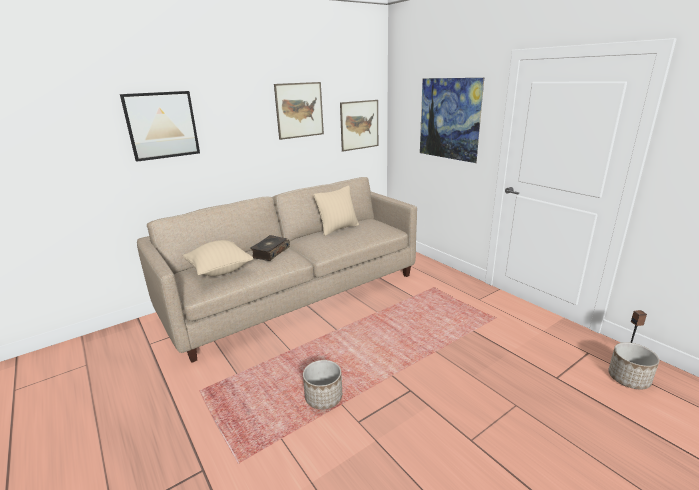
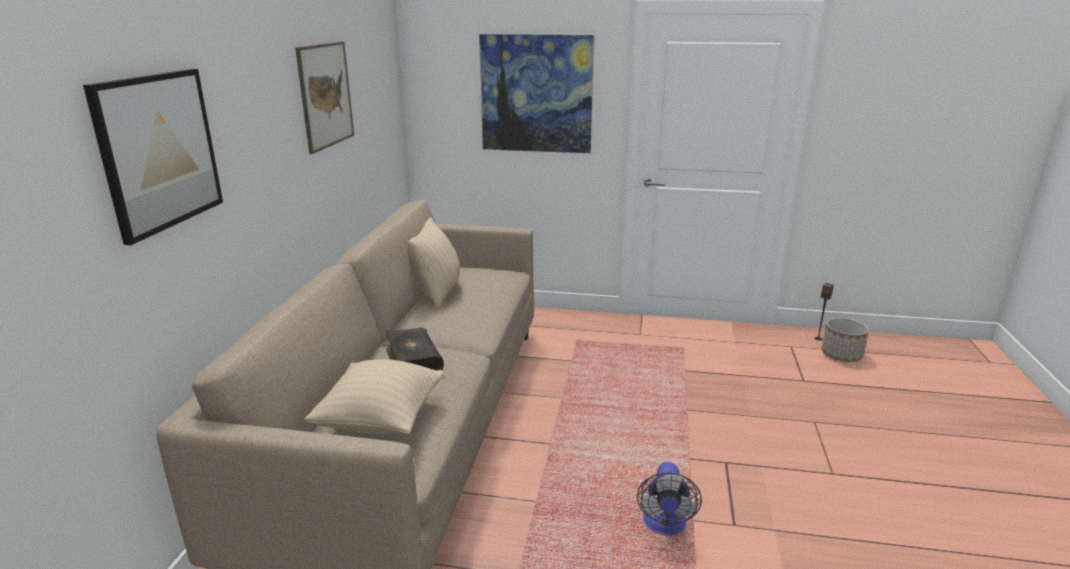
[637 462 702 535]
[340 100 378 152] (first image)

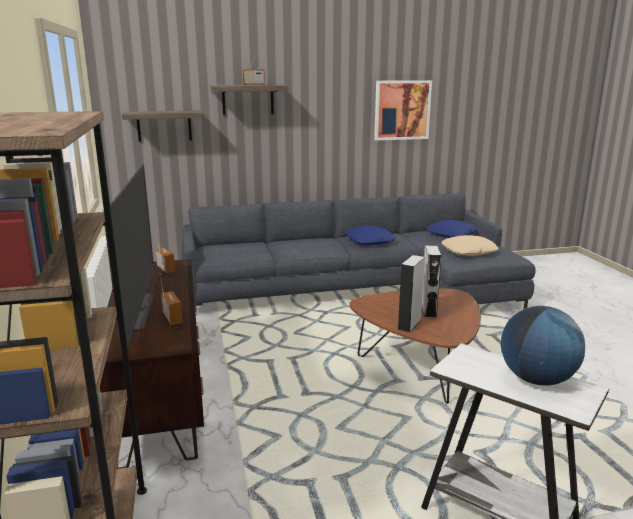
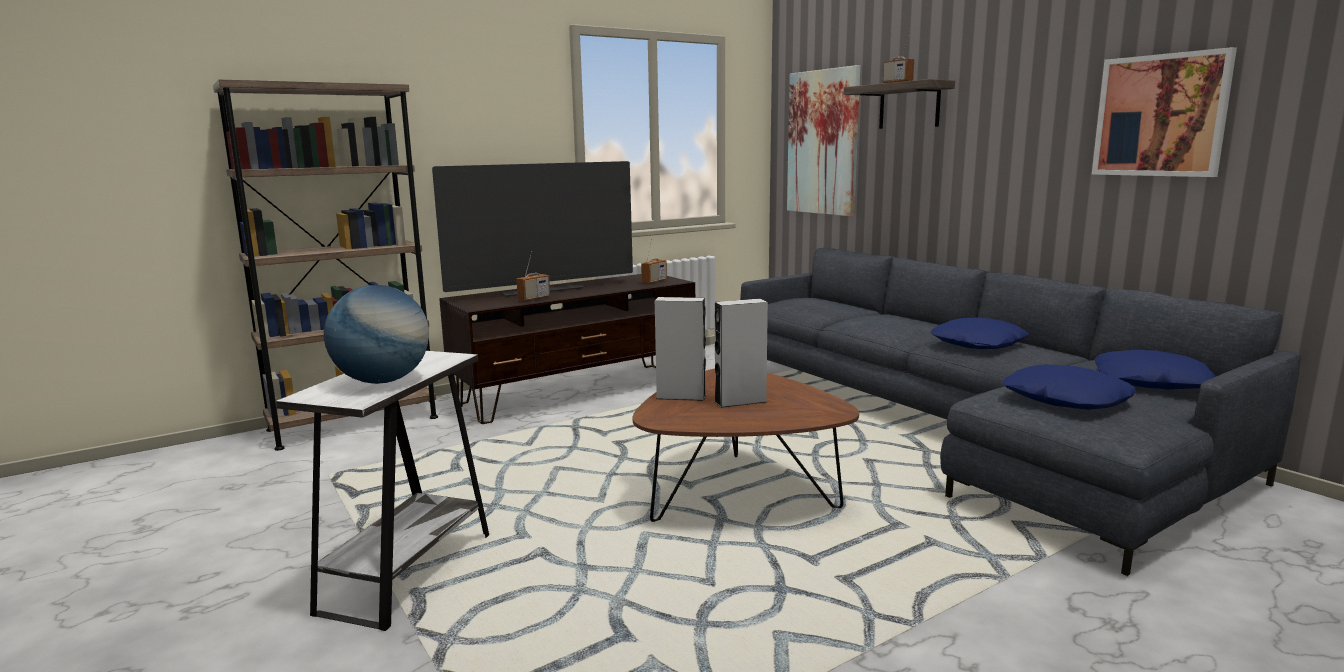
[787 65 860 216]
[1003 364 1136 410]

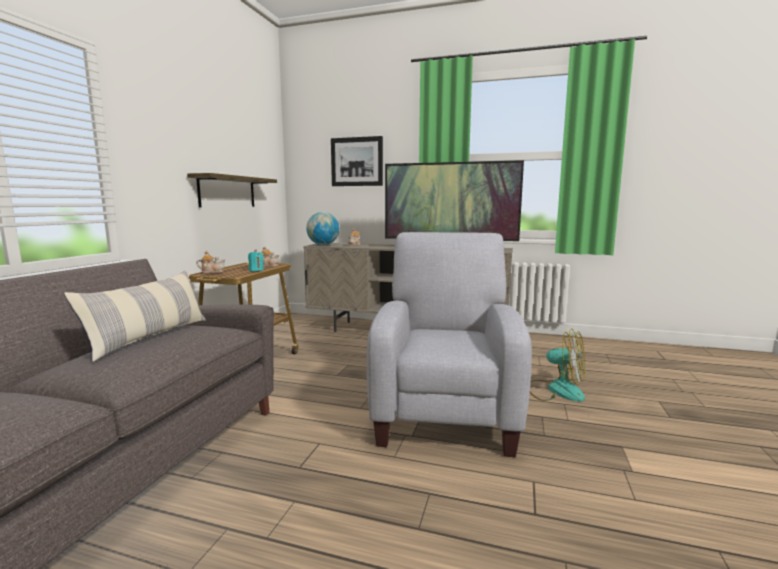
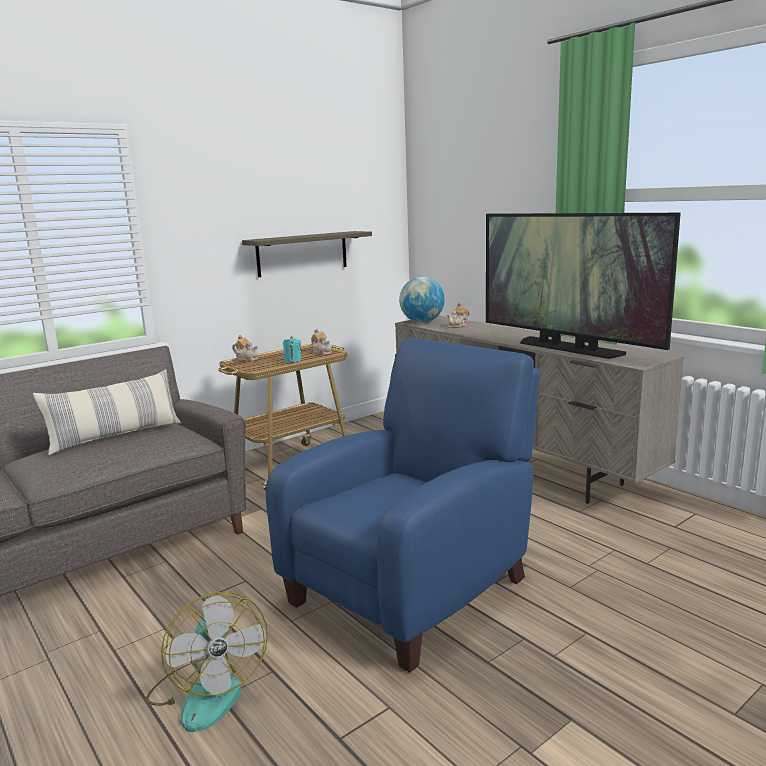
[331 136 383 186] (first image)
[266 338 540 673]
[146 592 268 732]

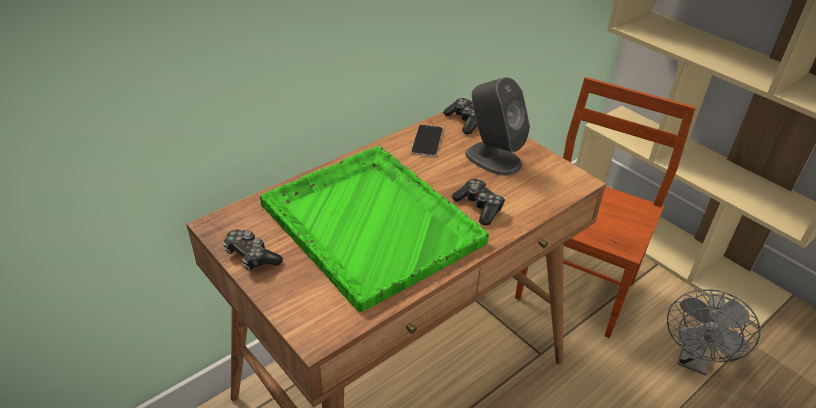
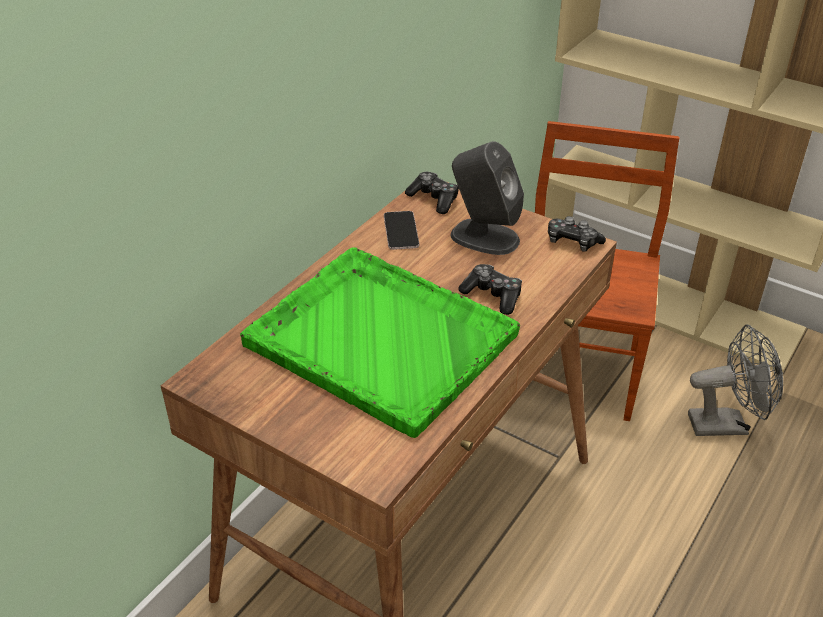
[548 216 606 252]
[688 324 783 436]

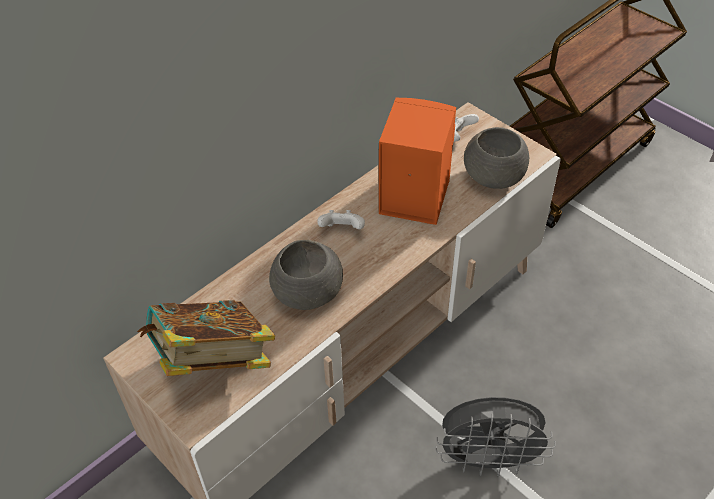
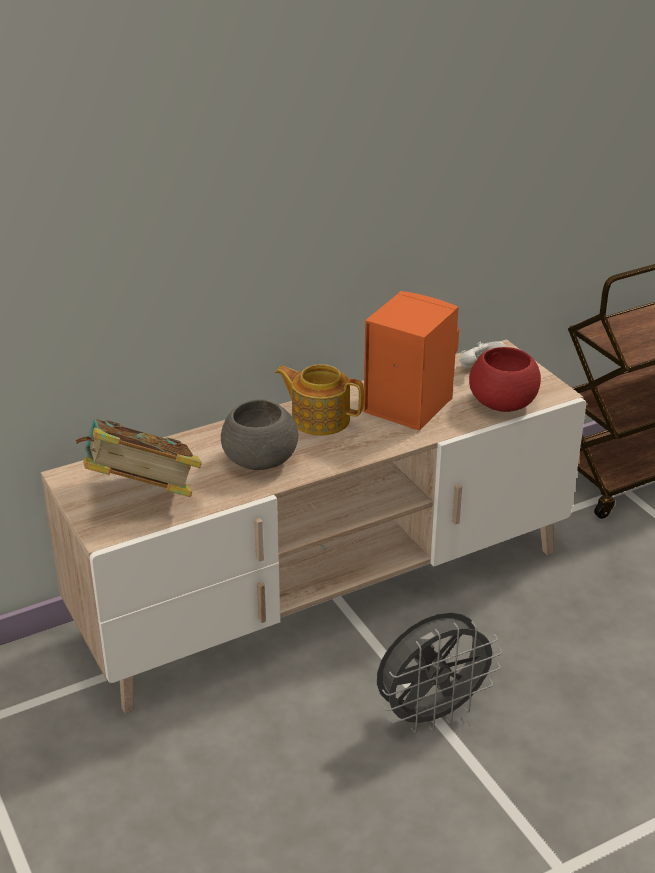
[275 364 364 436]
[377 612 502 733]
[469 347 541 412]

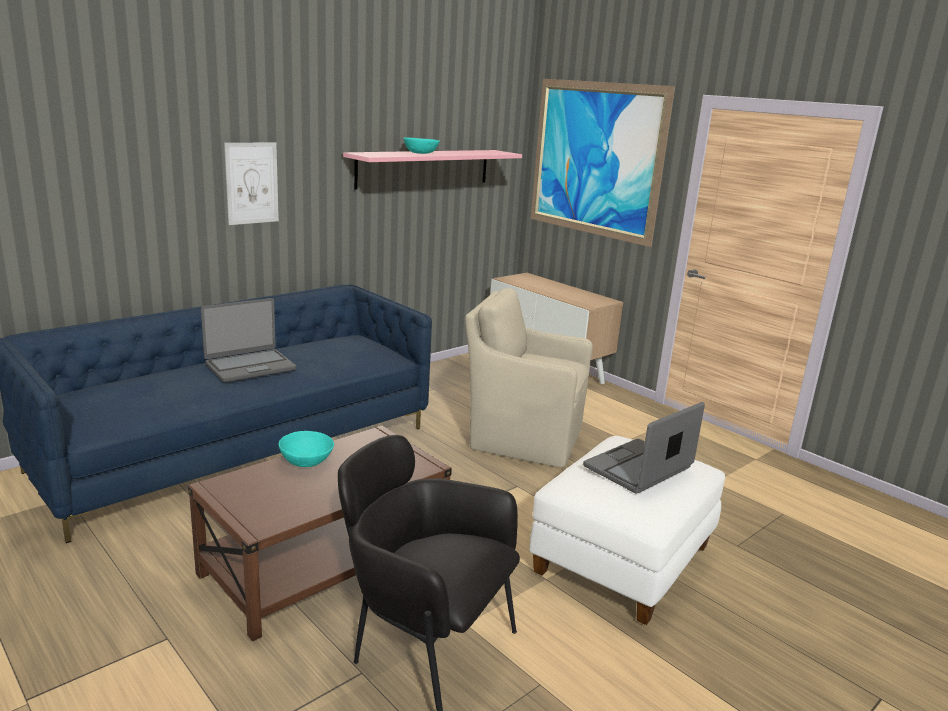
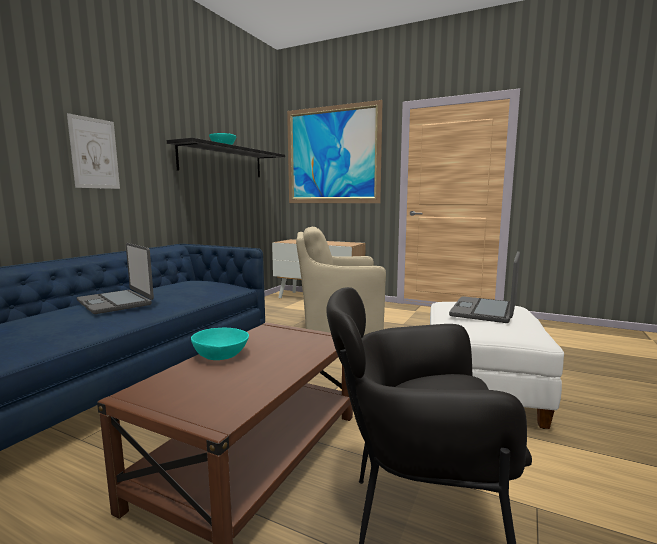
[77 243 154 314]
[167 138 285 177]

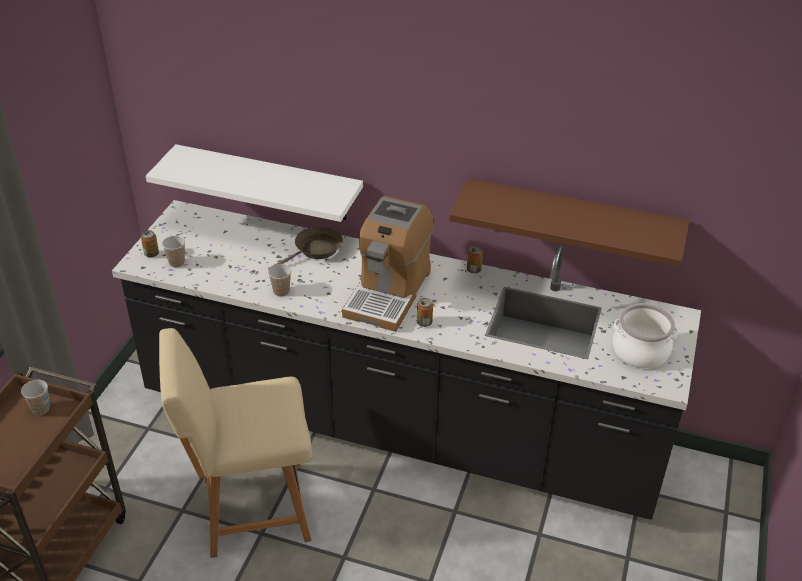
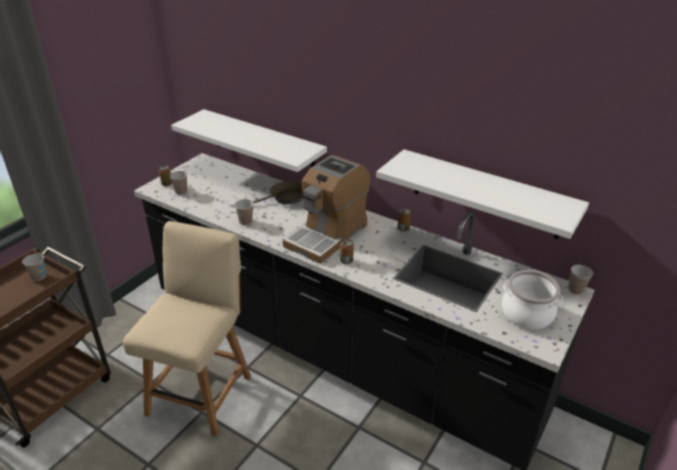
[123 221 251 437]
[376 149 589 239]
[569 265 593 295]

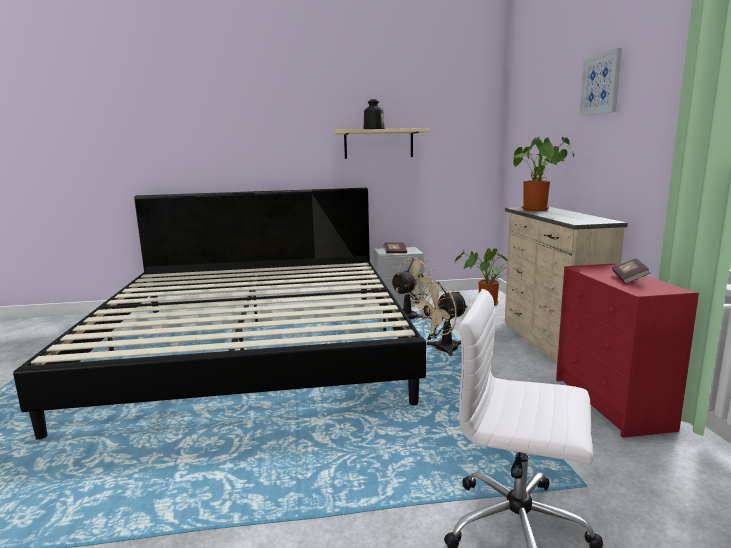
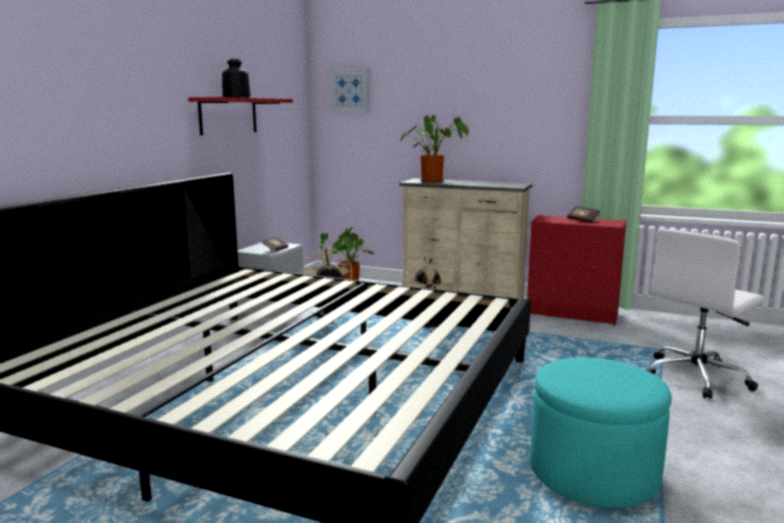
[188 97 293 135]
[329 68 370 113]
[530 357 672 508]

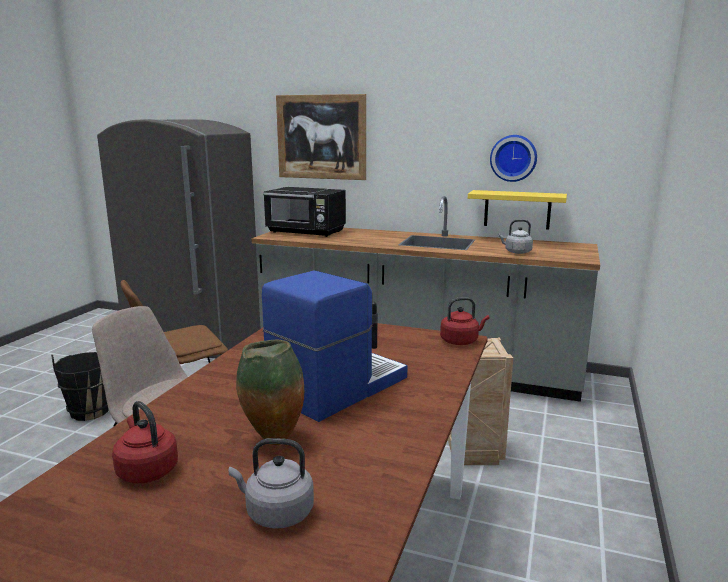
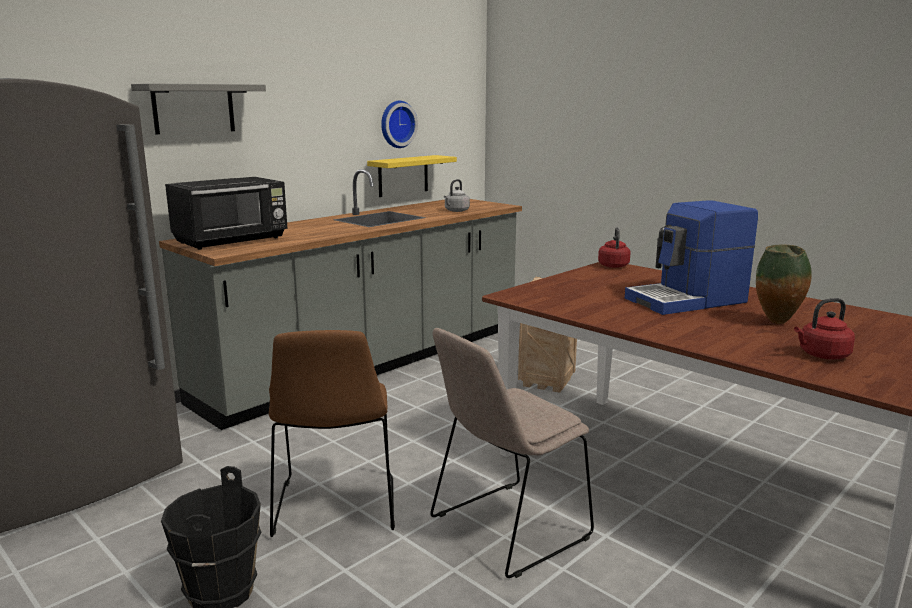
[229 438 314 528] (first image)
[625 200 758 315]
[131 83 266 134]

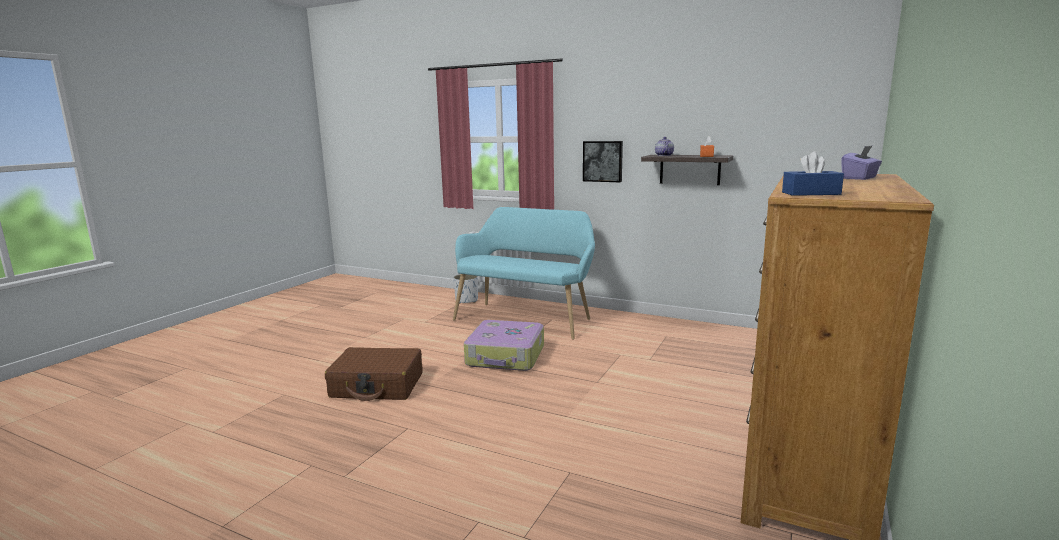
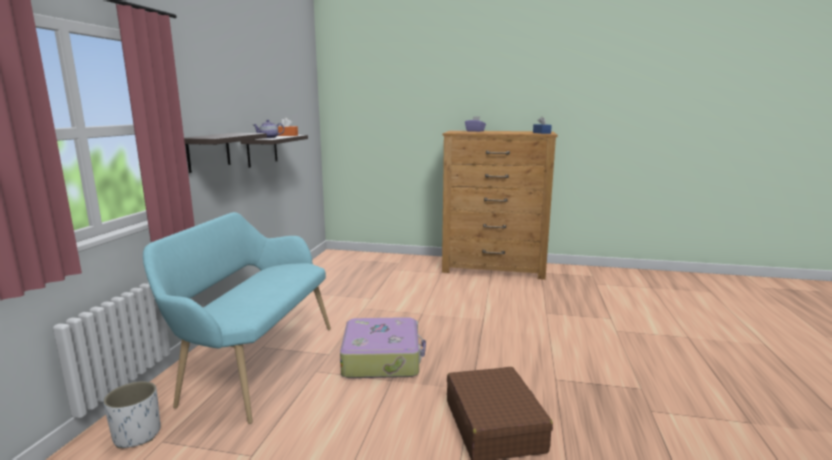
[184 133 267 173]

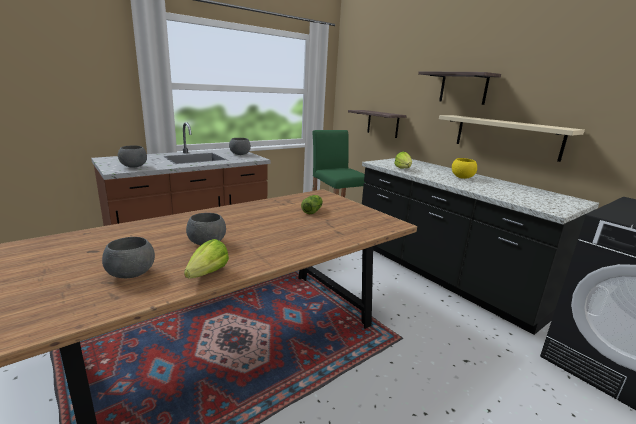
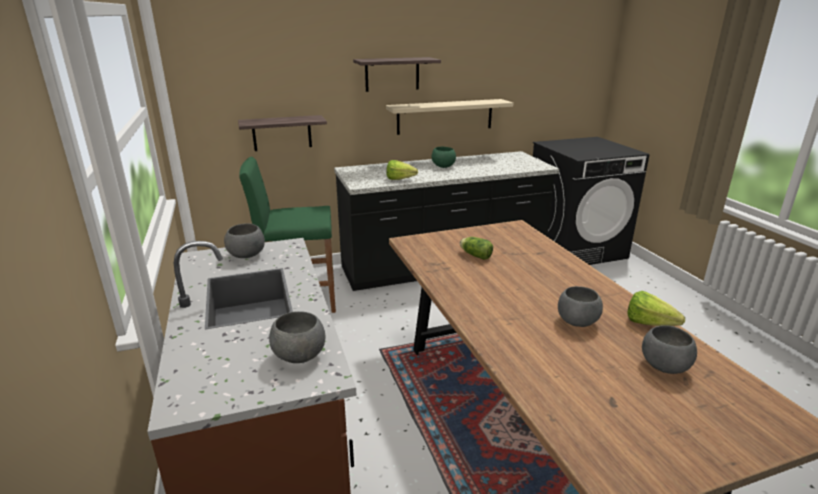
[431 147 456 168]

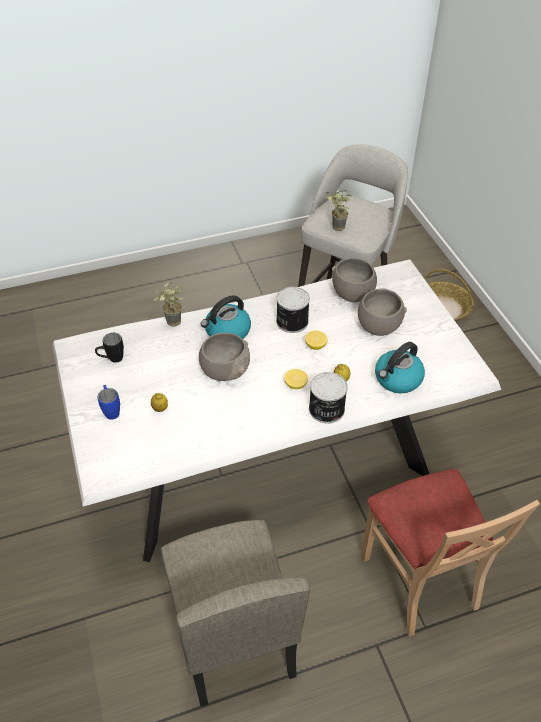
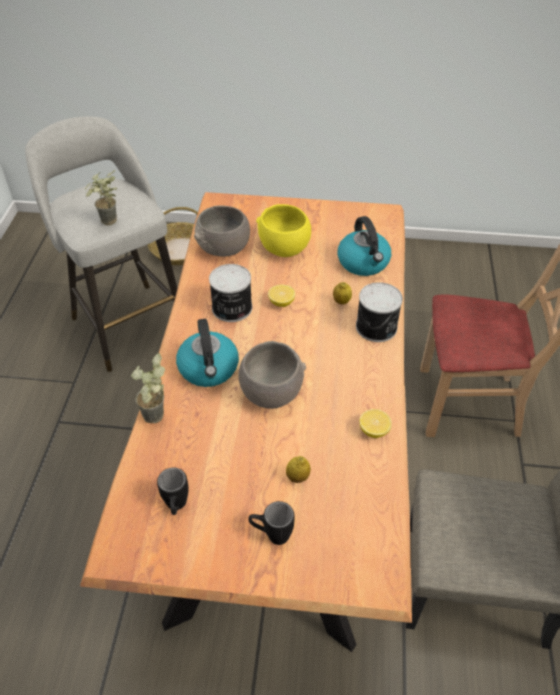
[80 192 412 652]
[248 501 294 545]
[359 409 392 438]
[256 204 311 257]

